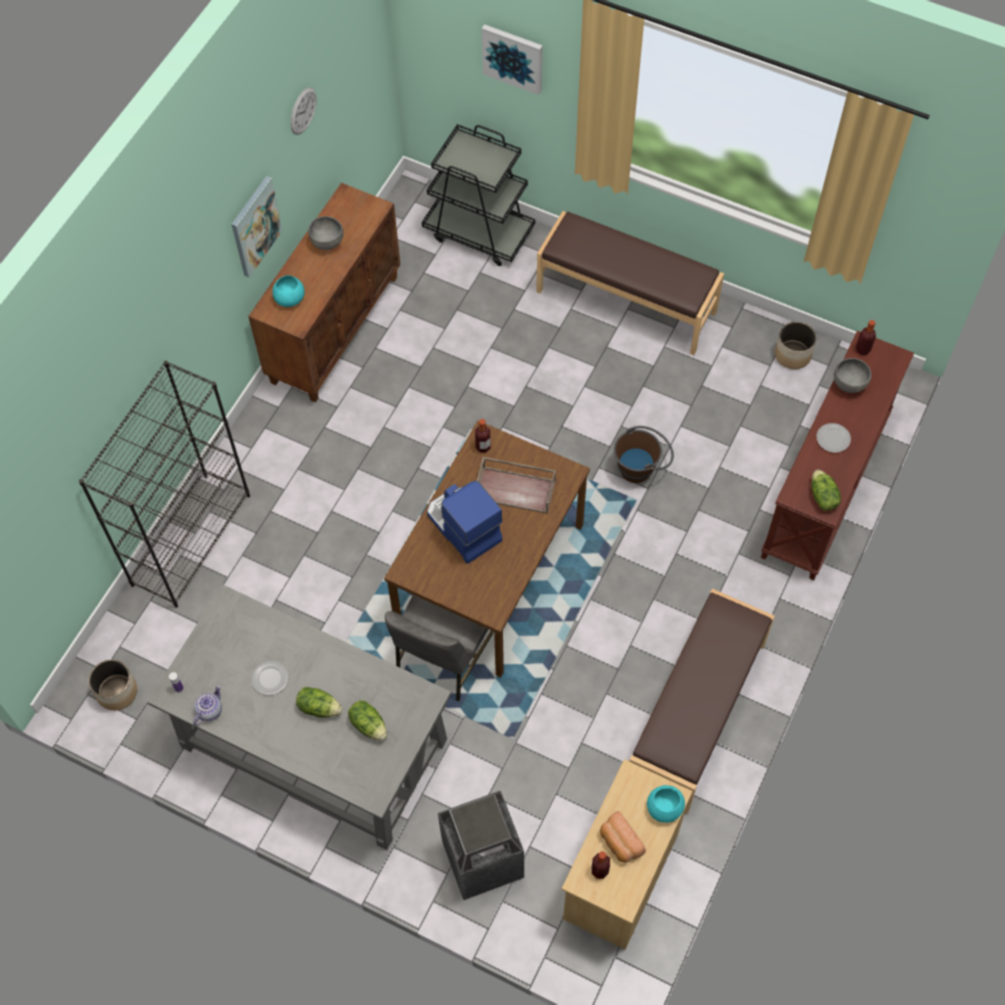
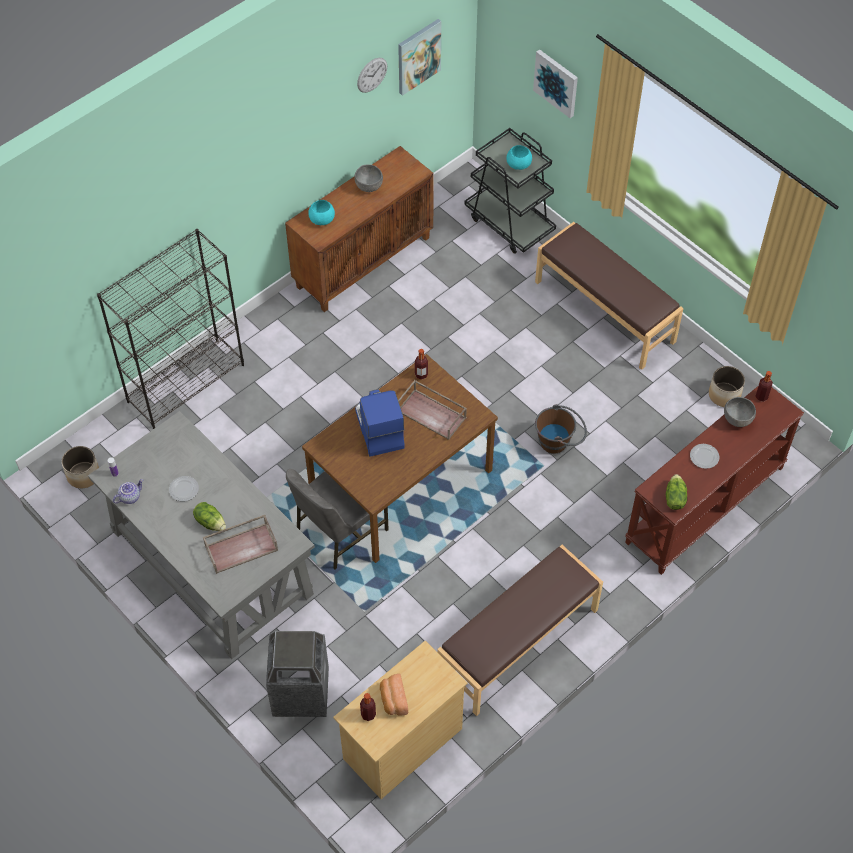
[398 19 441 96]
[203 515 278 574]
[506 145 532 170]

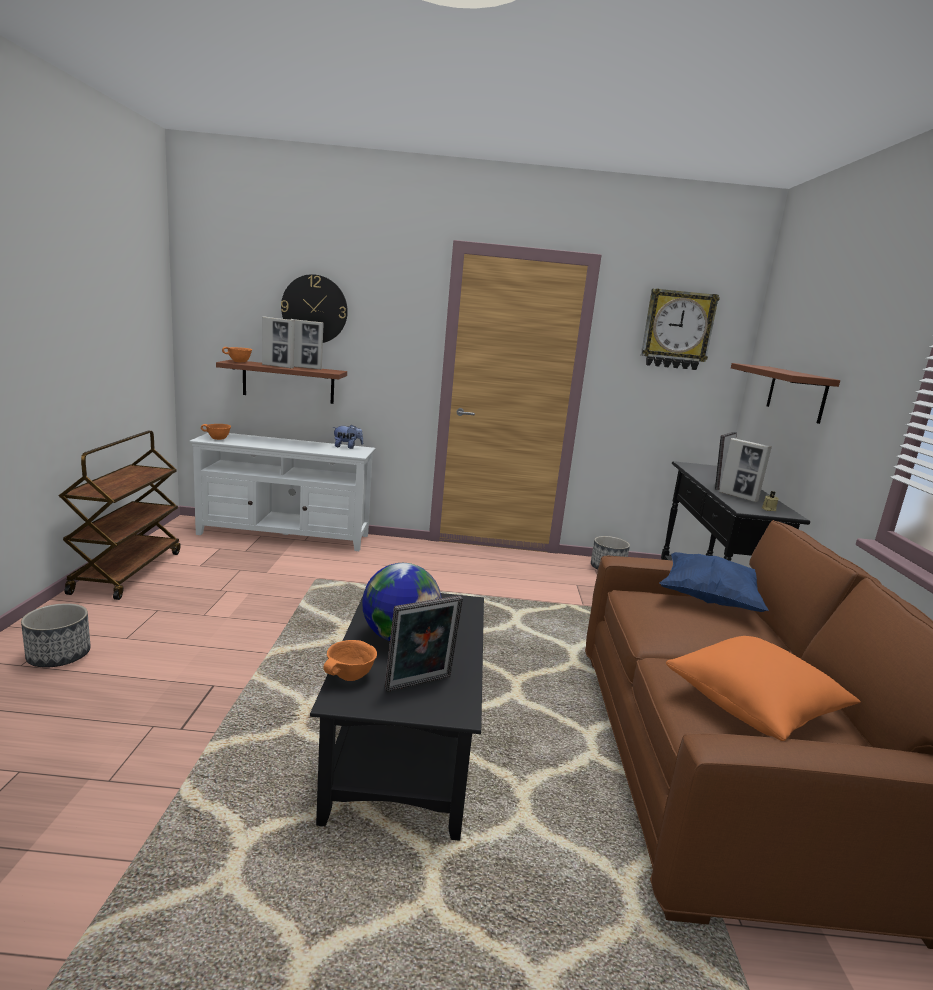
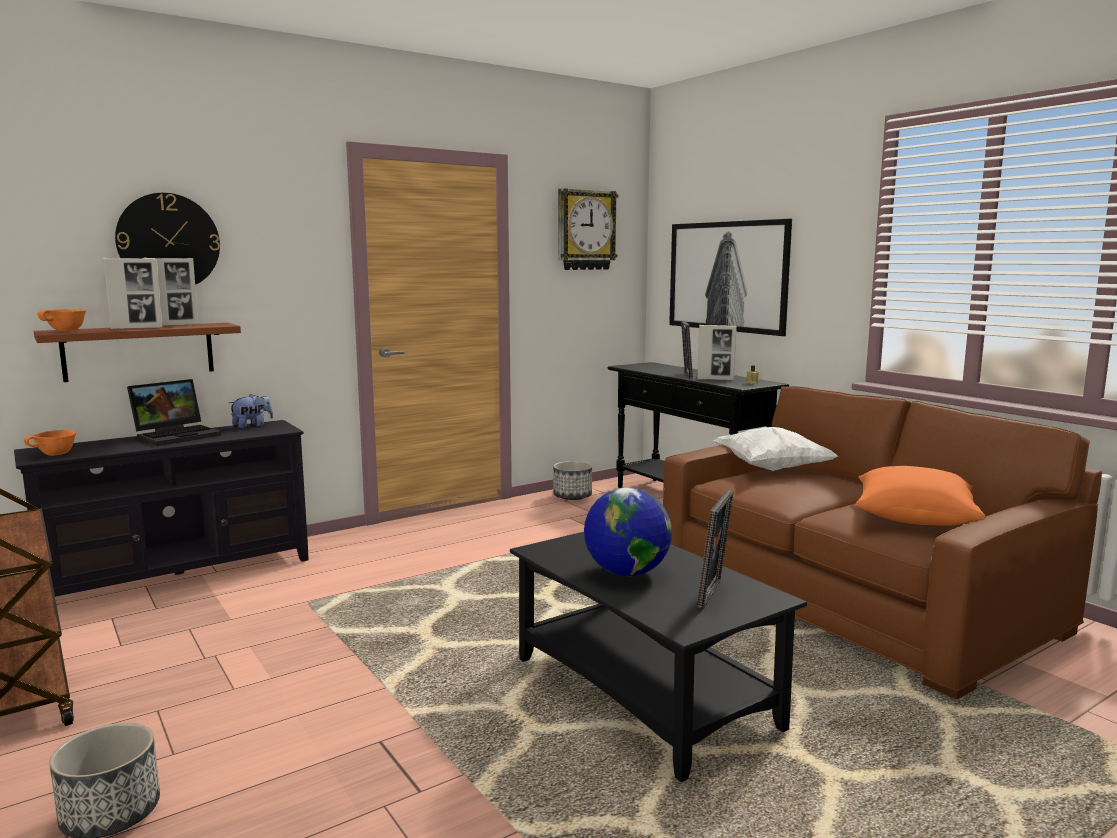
[14 420 309 597]
[323 640 377 681] (first image)
[713 427 838 471]
[669 219 792 336]
[127 379 221 446]

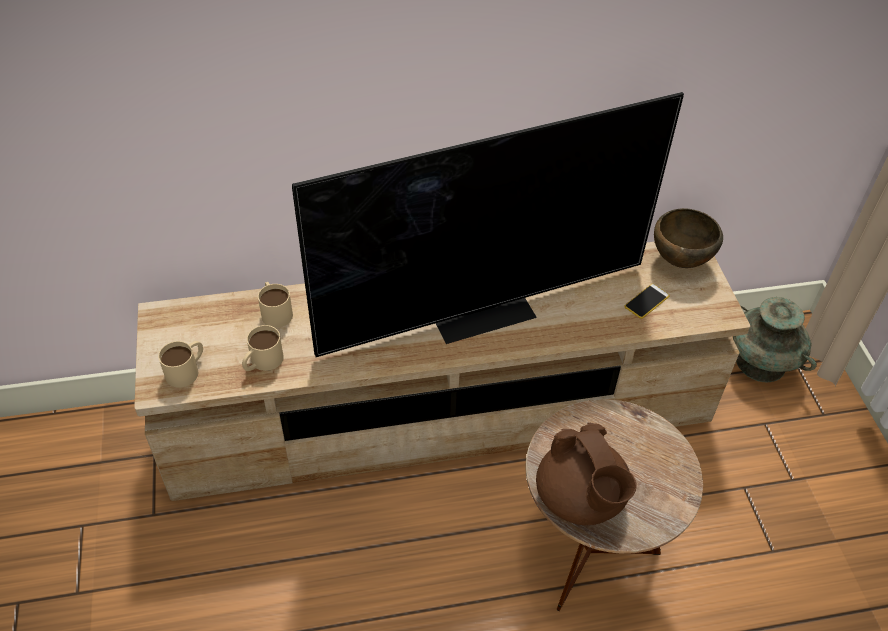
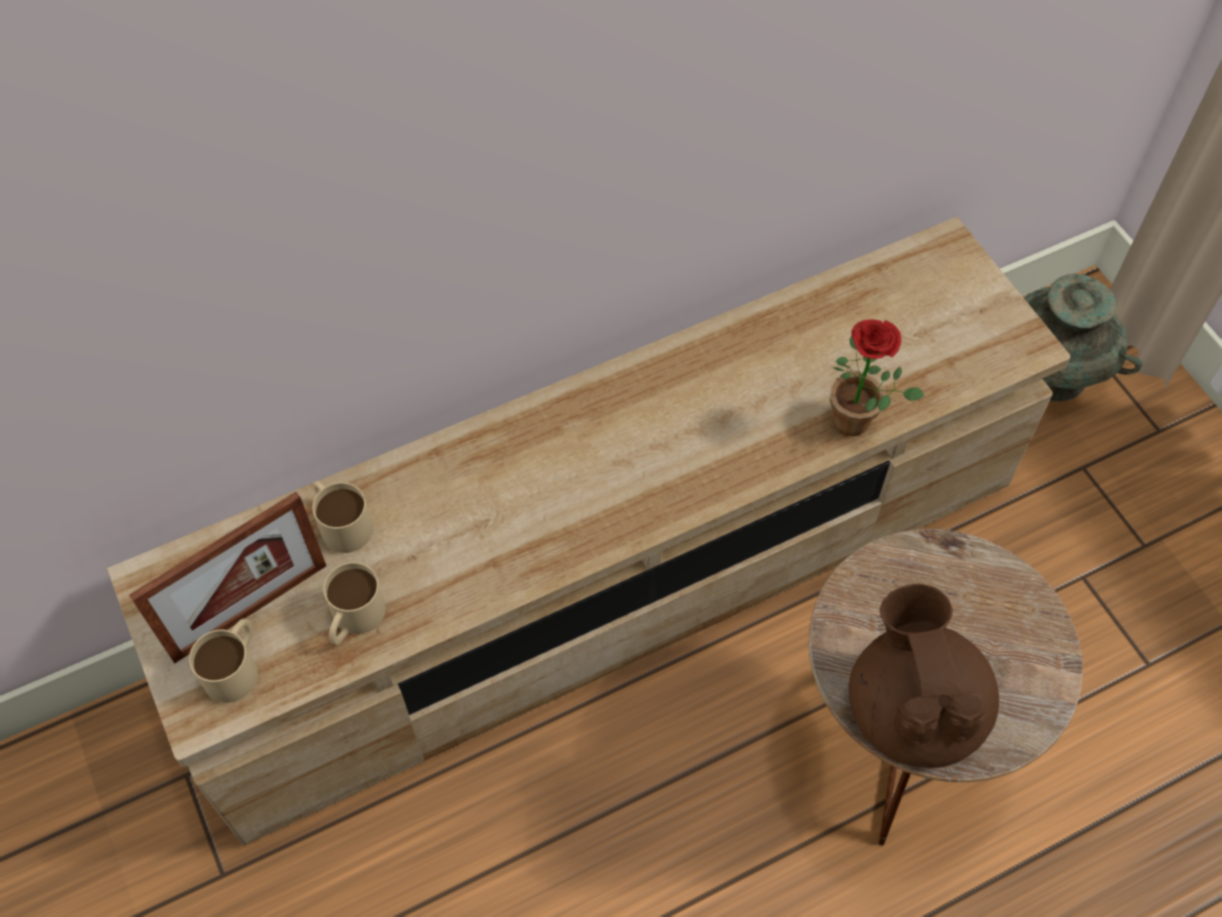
[292 92 684 357] (first image)
[849 584 999 768]
[624 284 670 319] (first image)
[654 208 723 268] (first image)
[129 492 326 663]
[830 319 924 437]

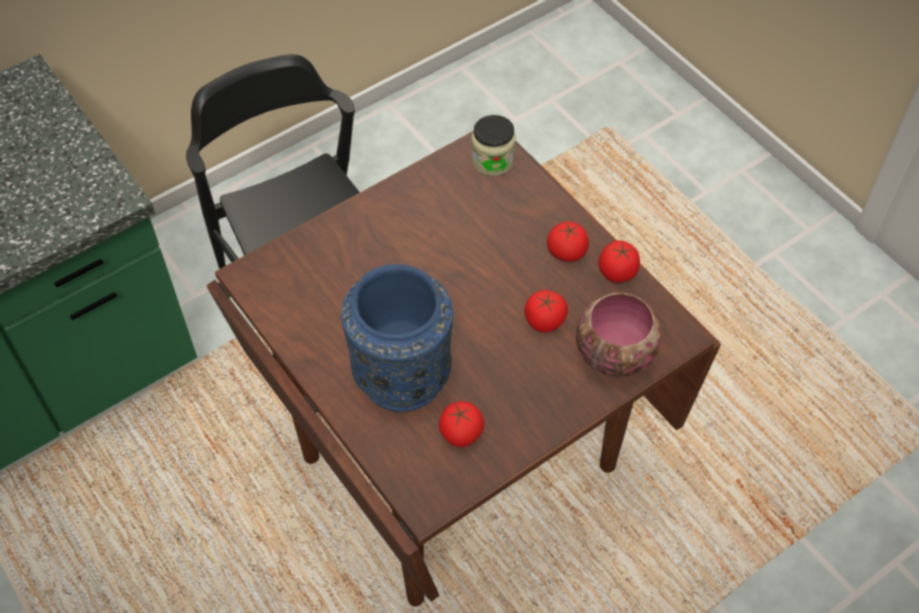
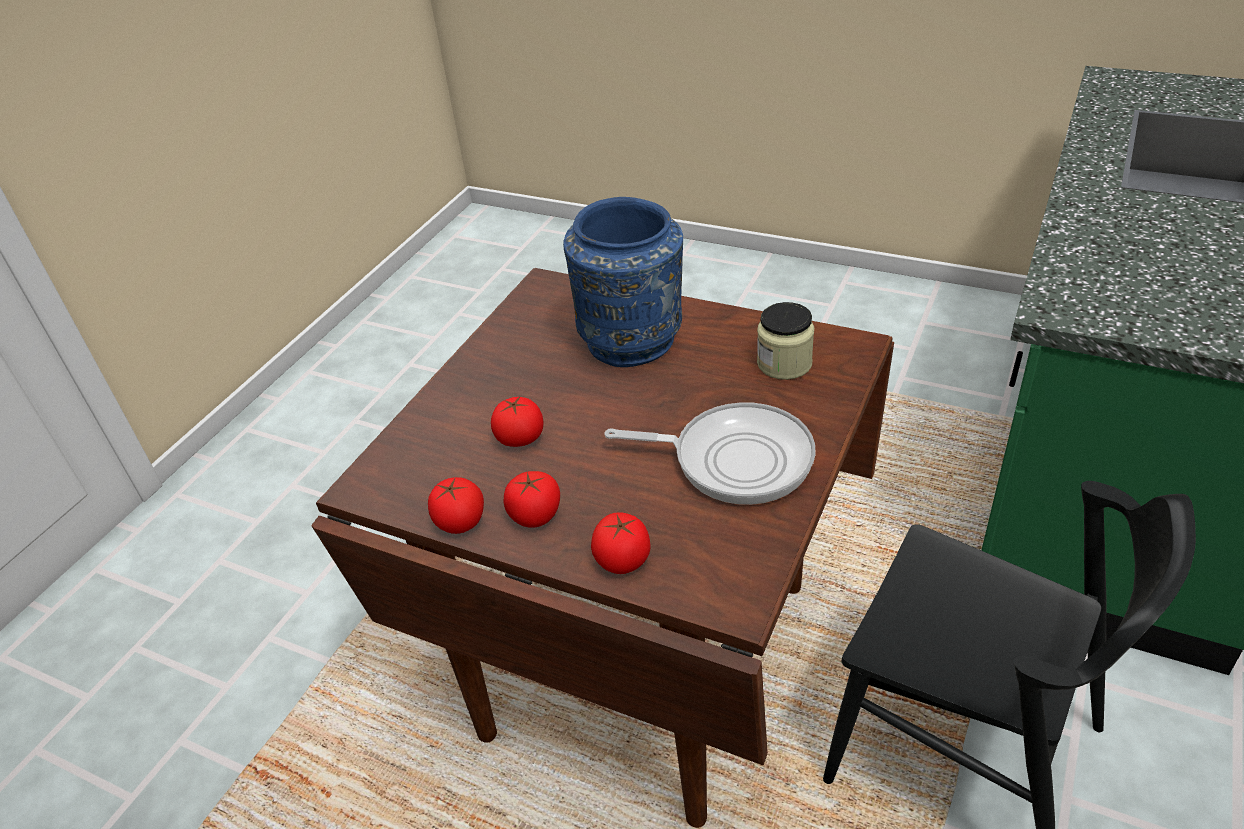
[591 513 651 574]
[757 302 814 380]
[576 293 662 377] (first image)
[605 402 816 505]

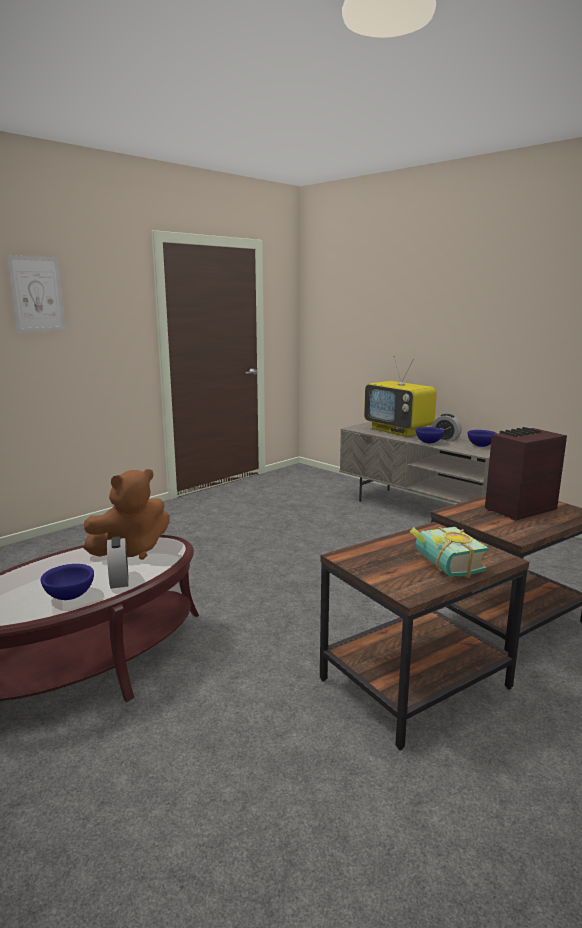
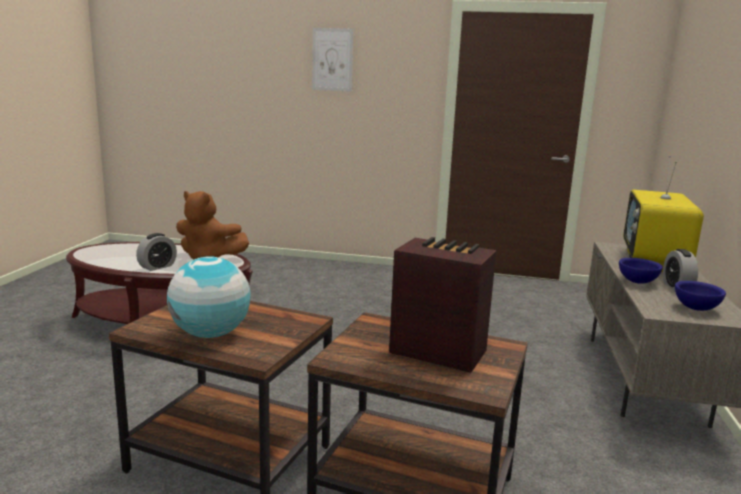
[40 564 94 600] (first image)
[167 257 251 338]

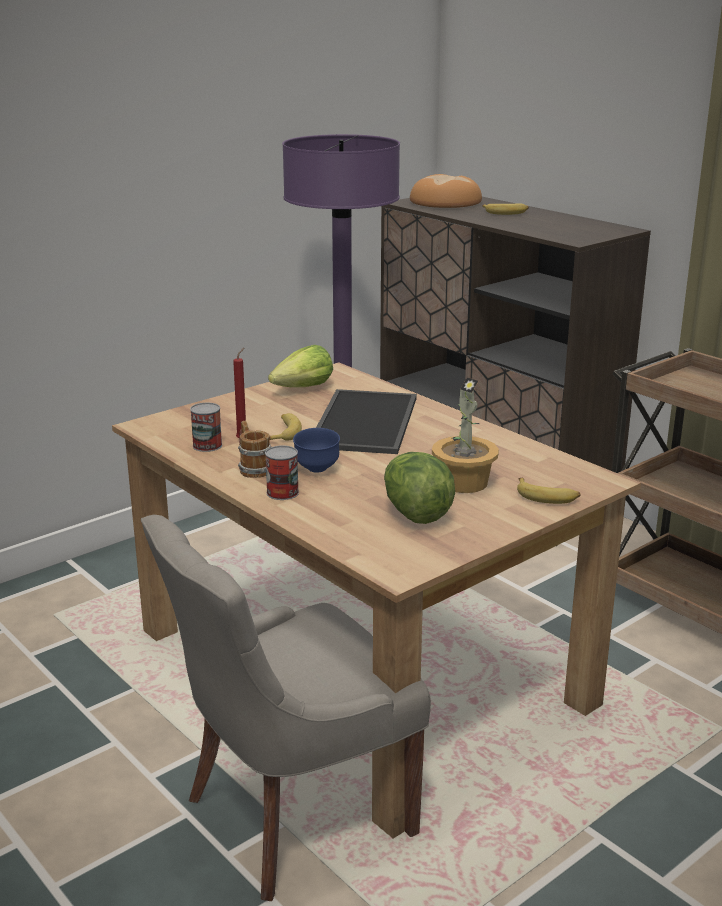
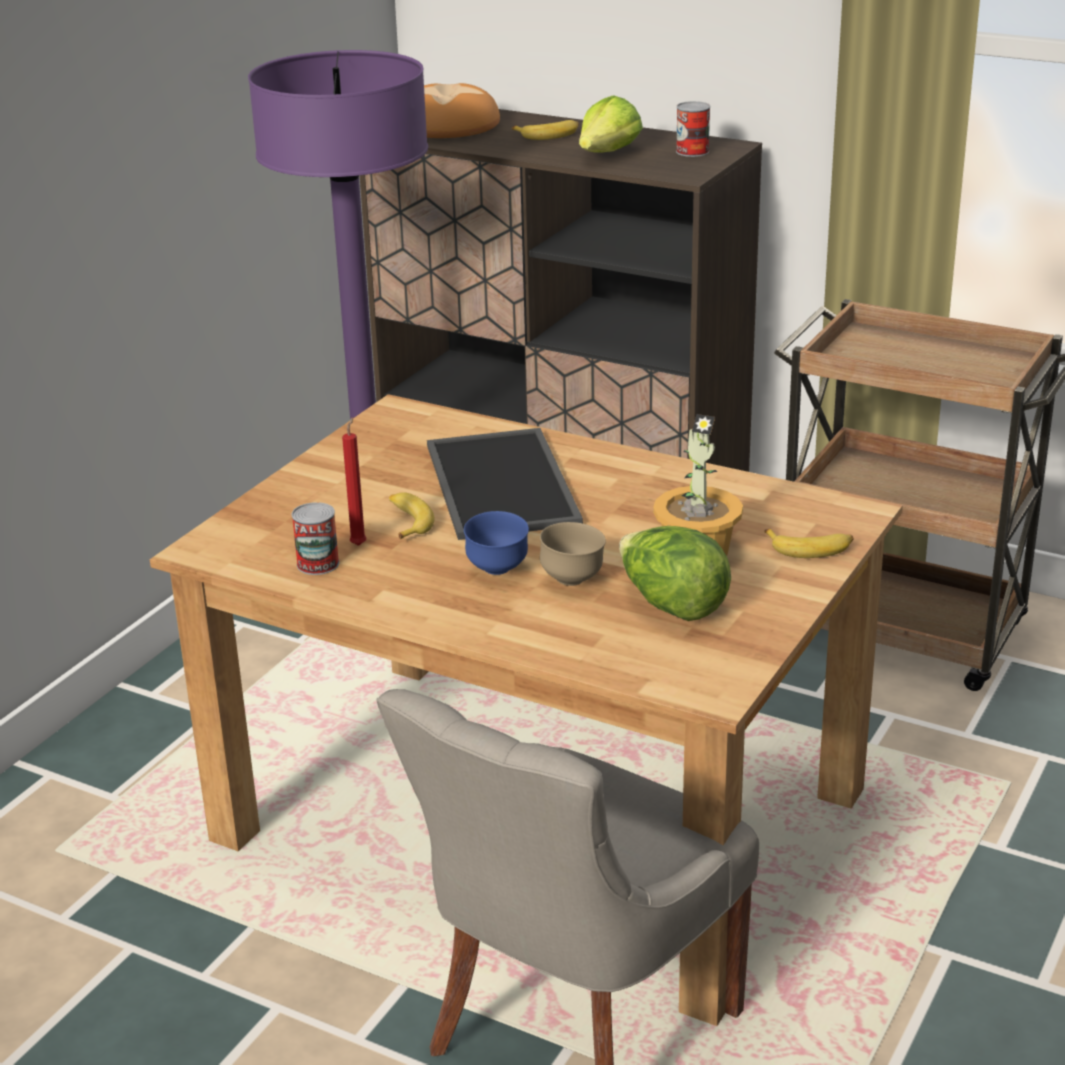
[238 421 272 478] (first image)
[676 101 710 157]
[579 95 643 153]
[540 522 606 586]

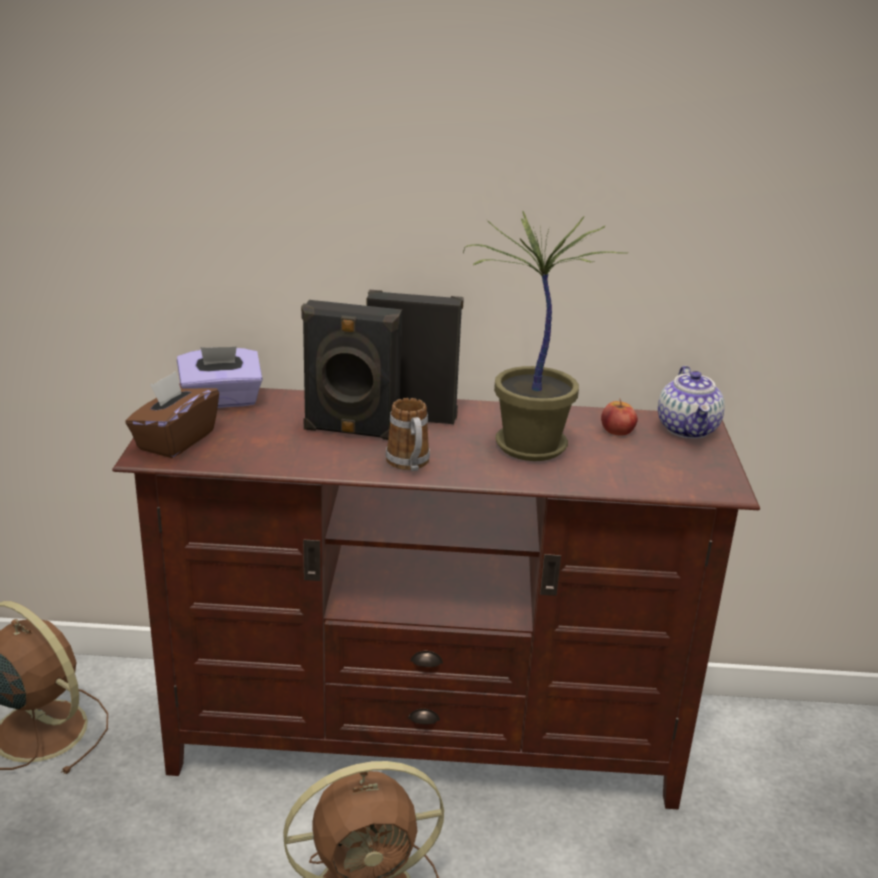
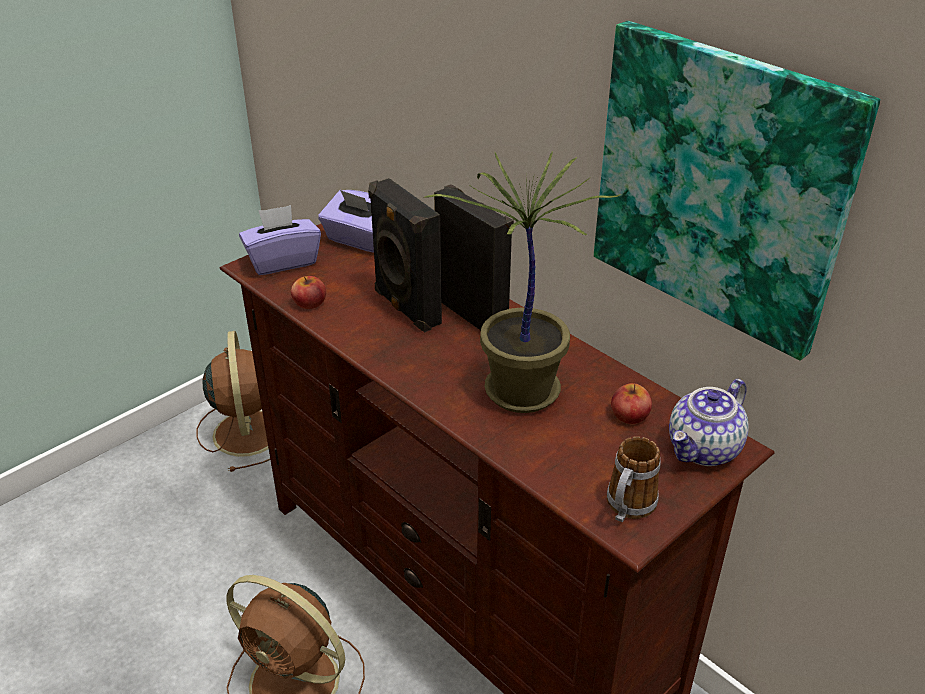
[239 205 321 275]
[607 436 661 522]
[291 276 326 309]
[594 21 880 361]

